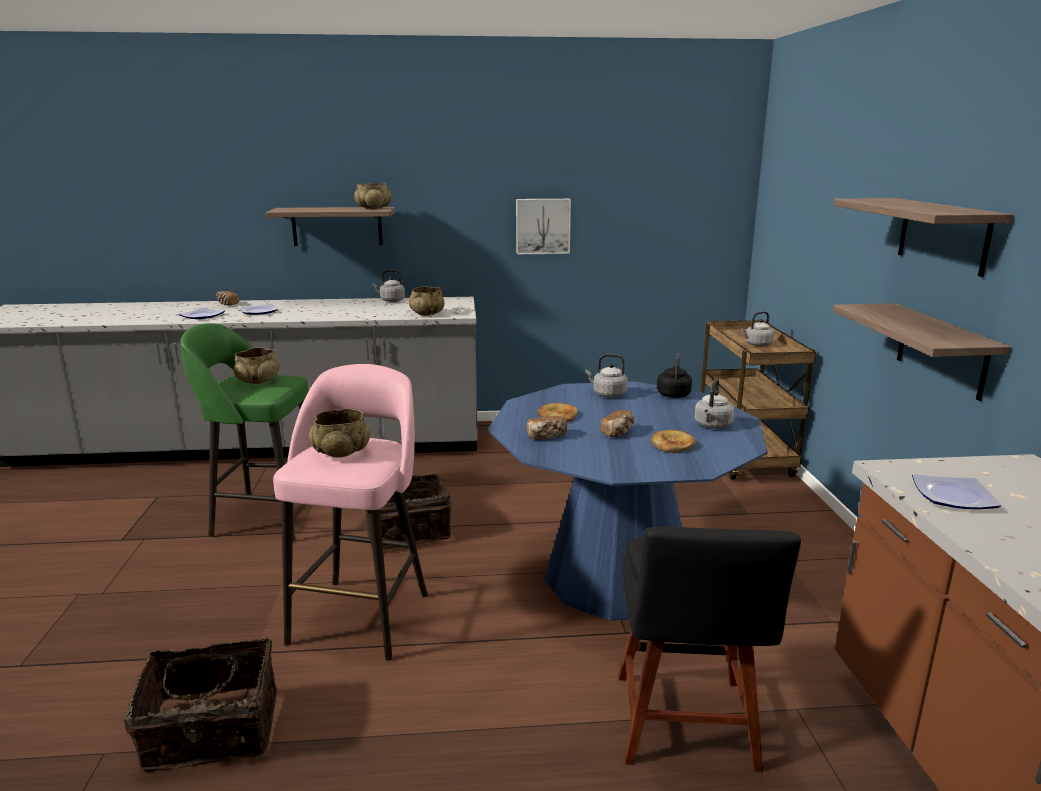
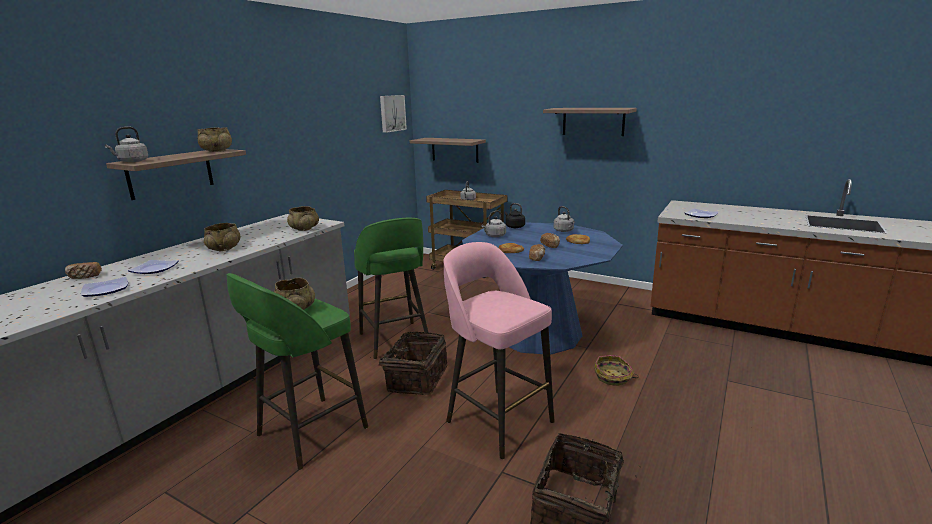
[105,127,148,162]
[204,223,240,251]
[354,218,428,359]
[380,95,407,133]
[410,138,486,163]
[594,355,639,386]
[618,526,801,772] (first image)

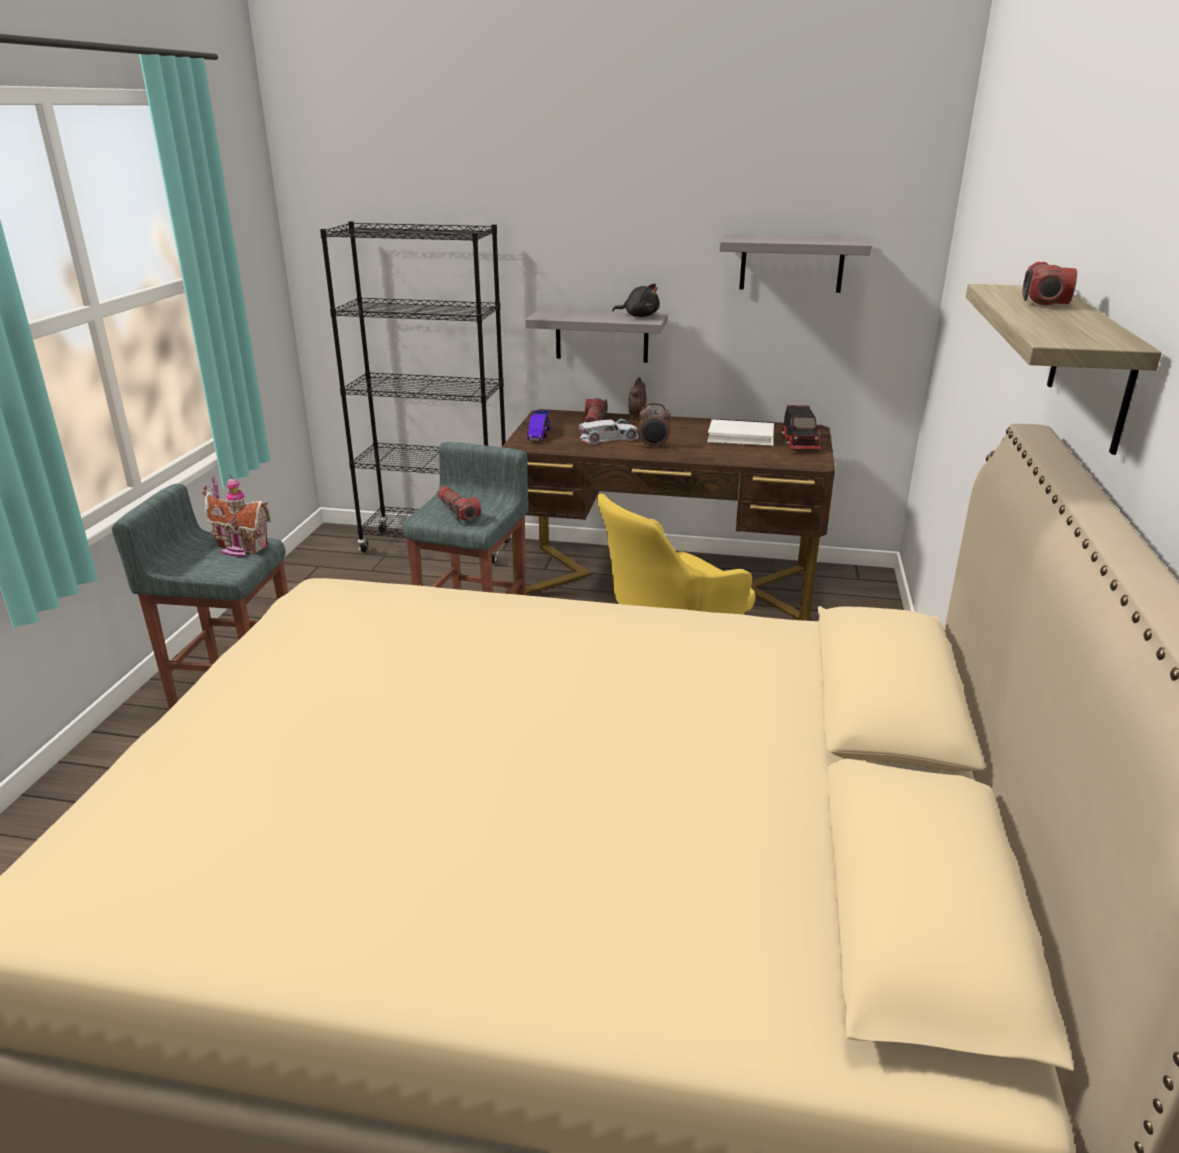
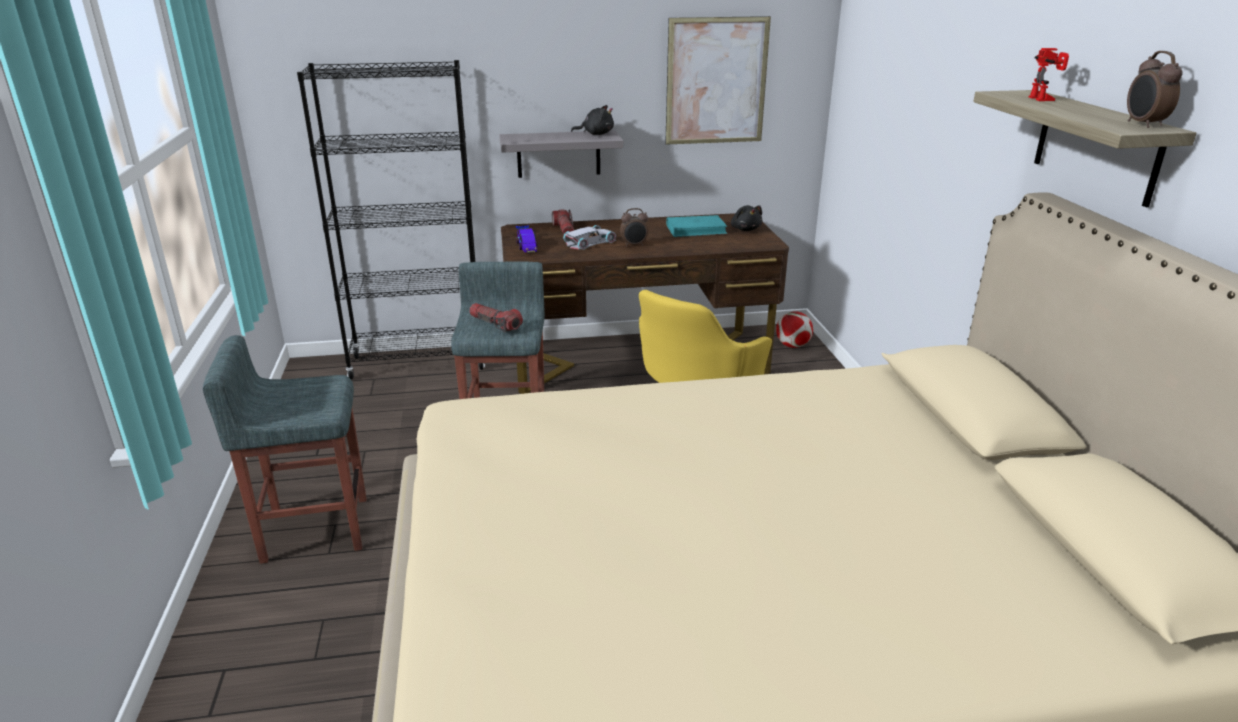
[665,16,771,145]
[666,215,728,237]
[731,205,762,231]
[776,311,813,348]
[1029,48,1069,101]
[1127,51,1183,128]
[202,475,271,557] (first image)

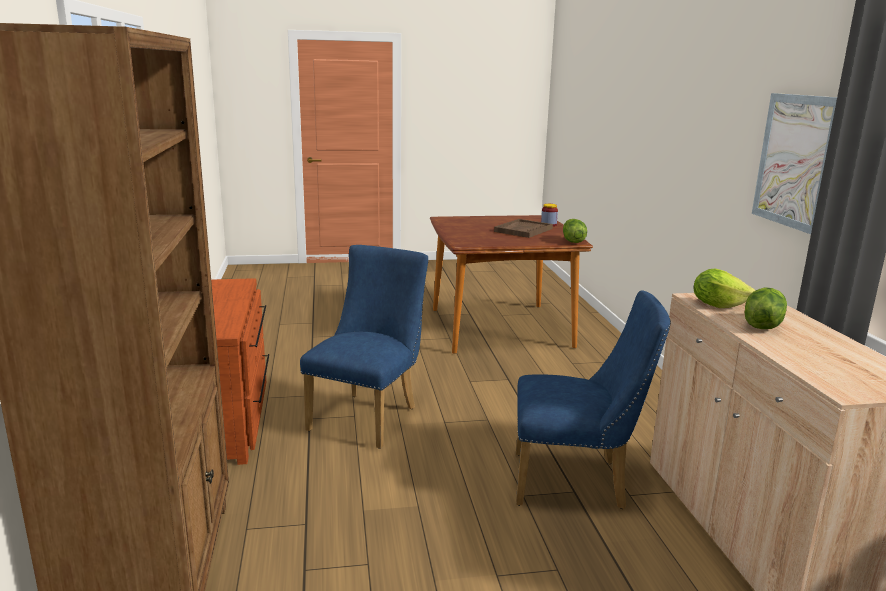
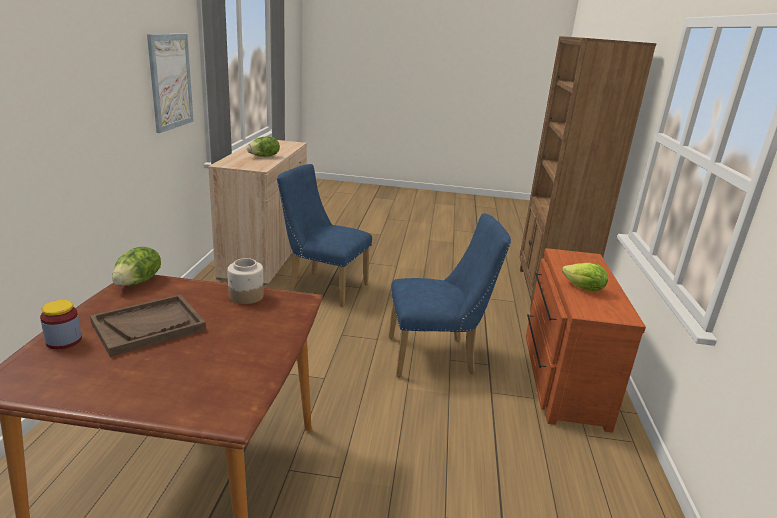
[227,258,264,304]
[389,213,511,377]
[562,263,608,291]

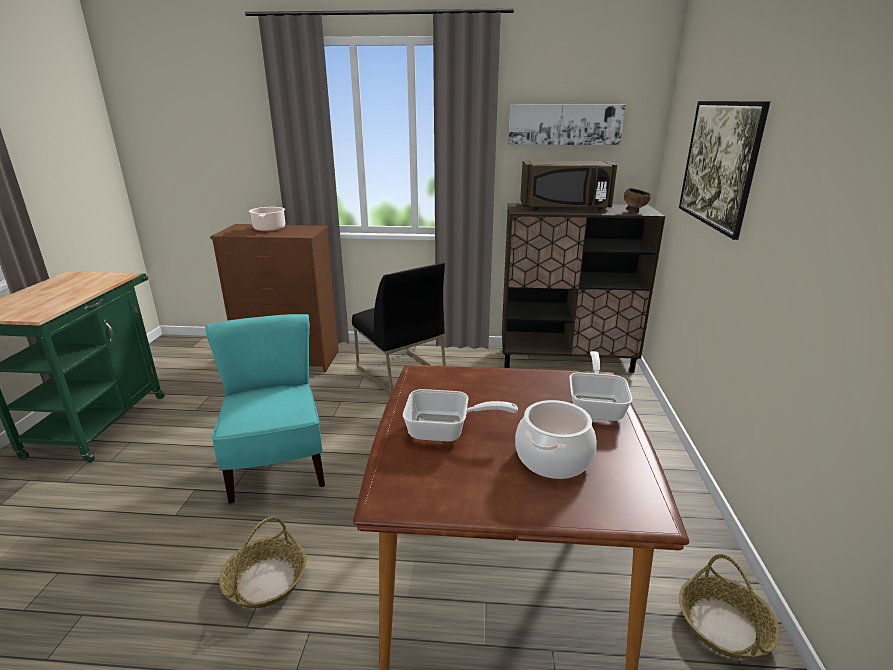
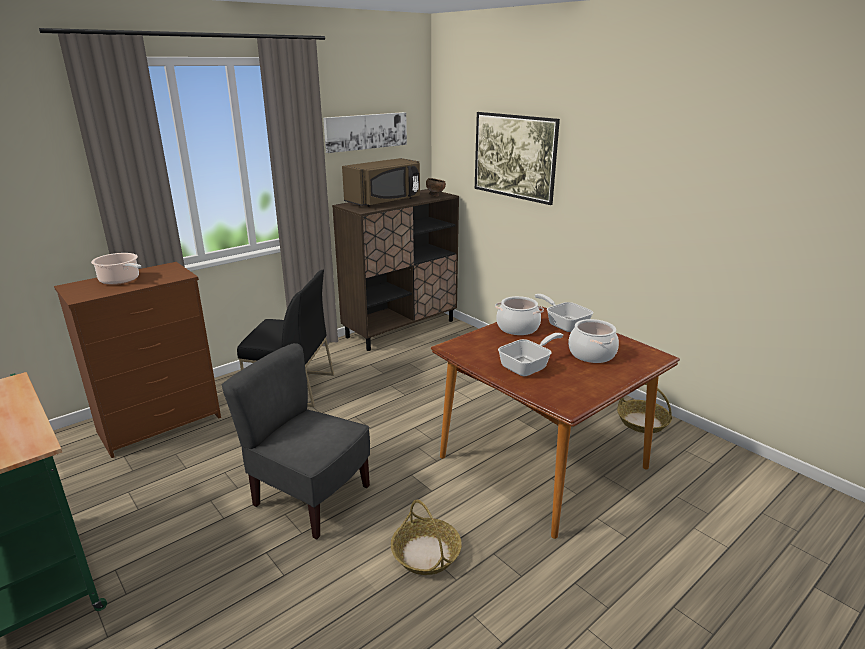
[222,343,370,539]
[495,296,544,335]

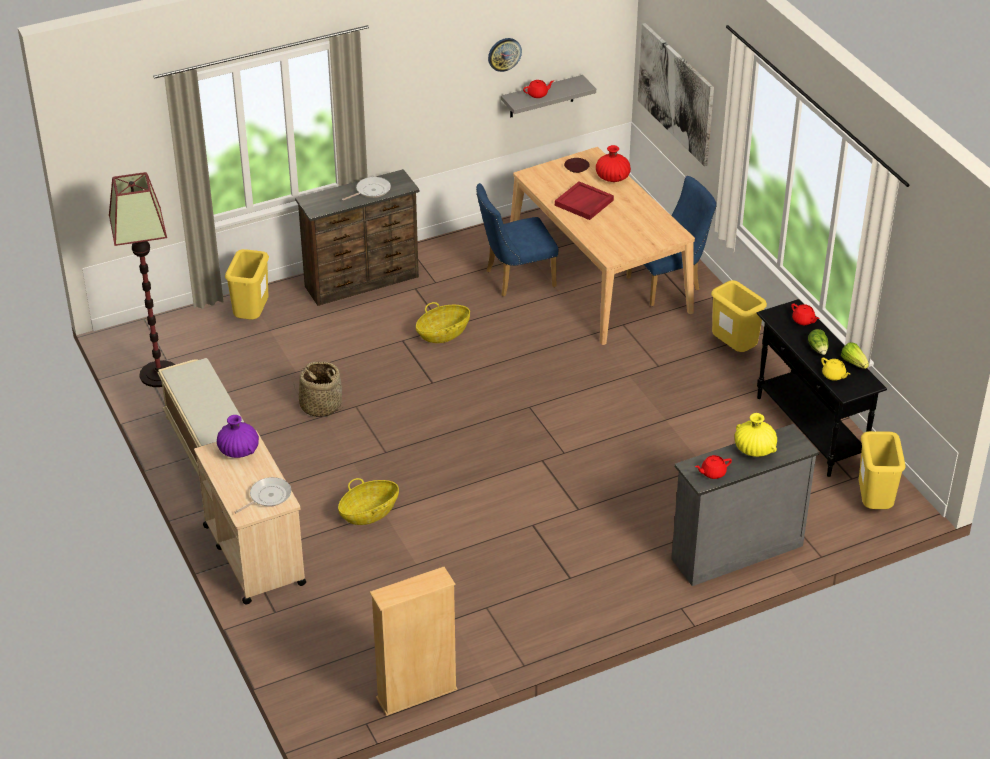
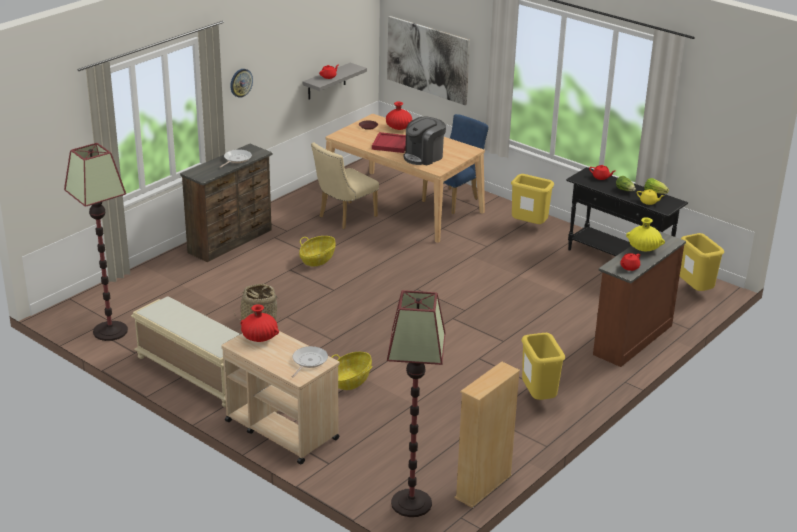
[230,69,253,98]
[240,304,279,342]
[311,142,379,229]
[387,290,446,517]
[403,117,446,165]
[522,333,565,400]
[593,231,686,367]

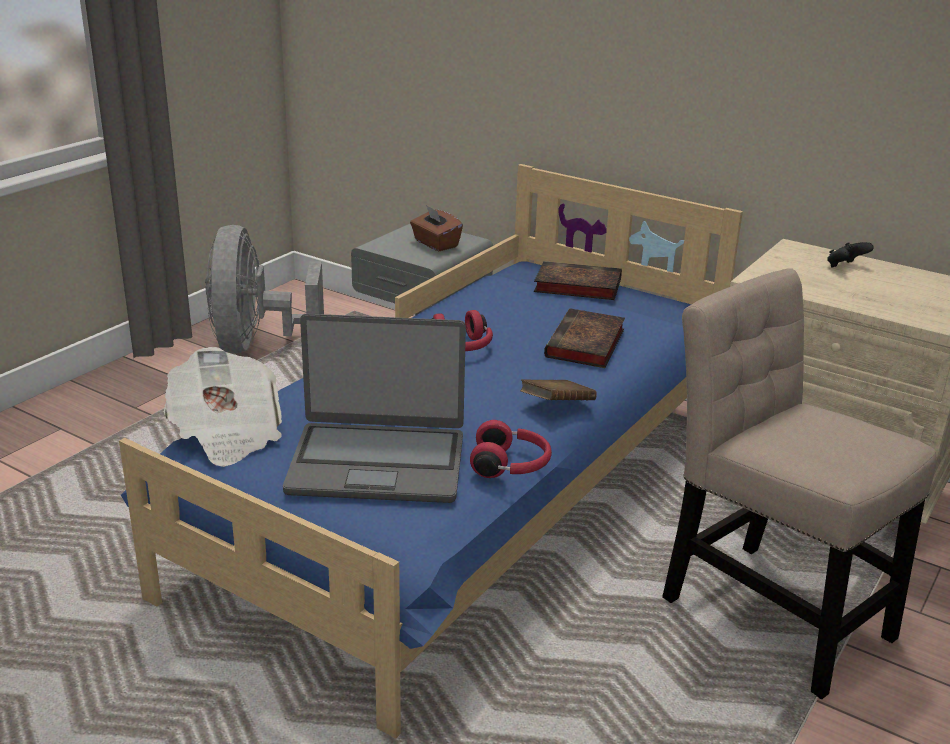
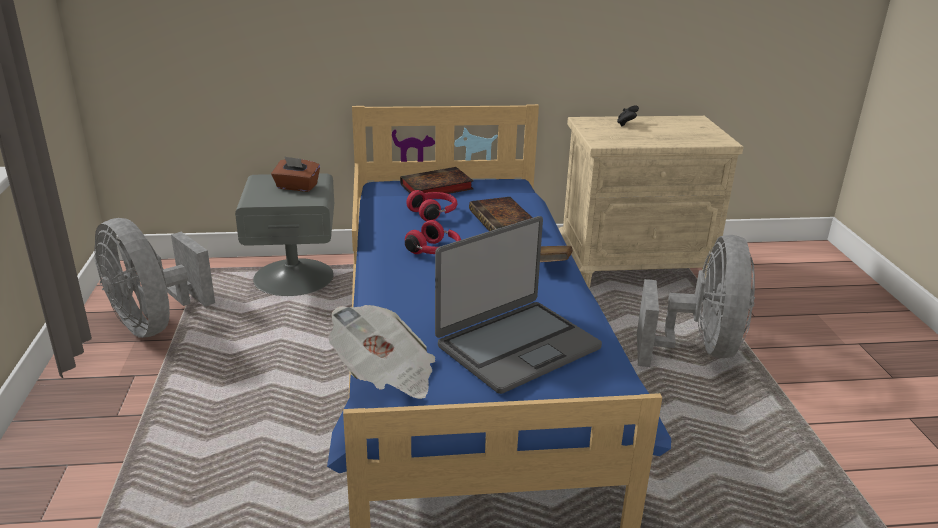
[406,190,457,221]
[637,235,755,367]

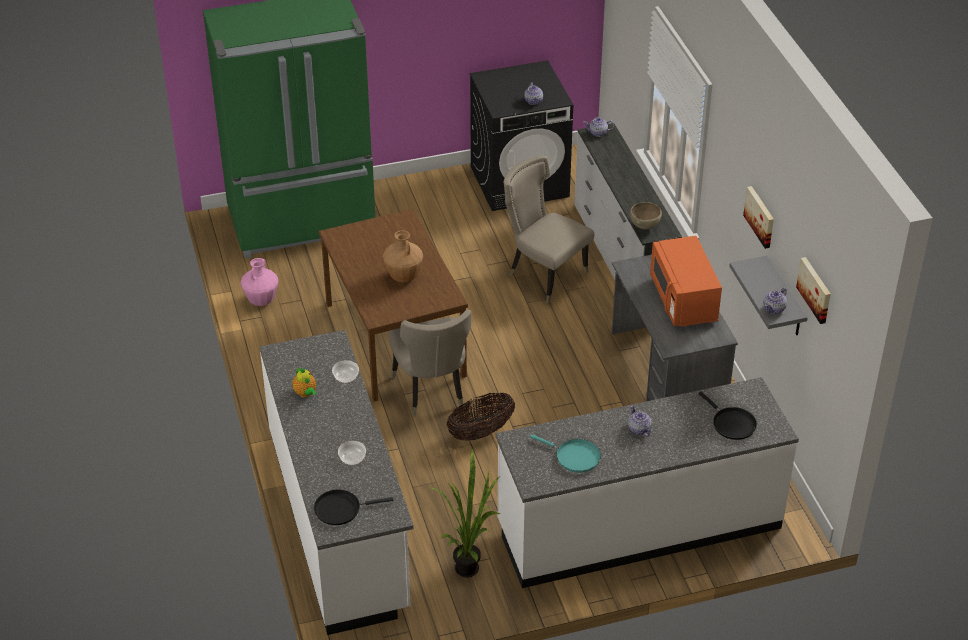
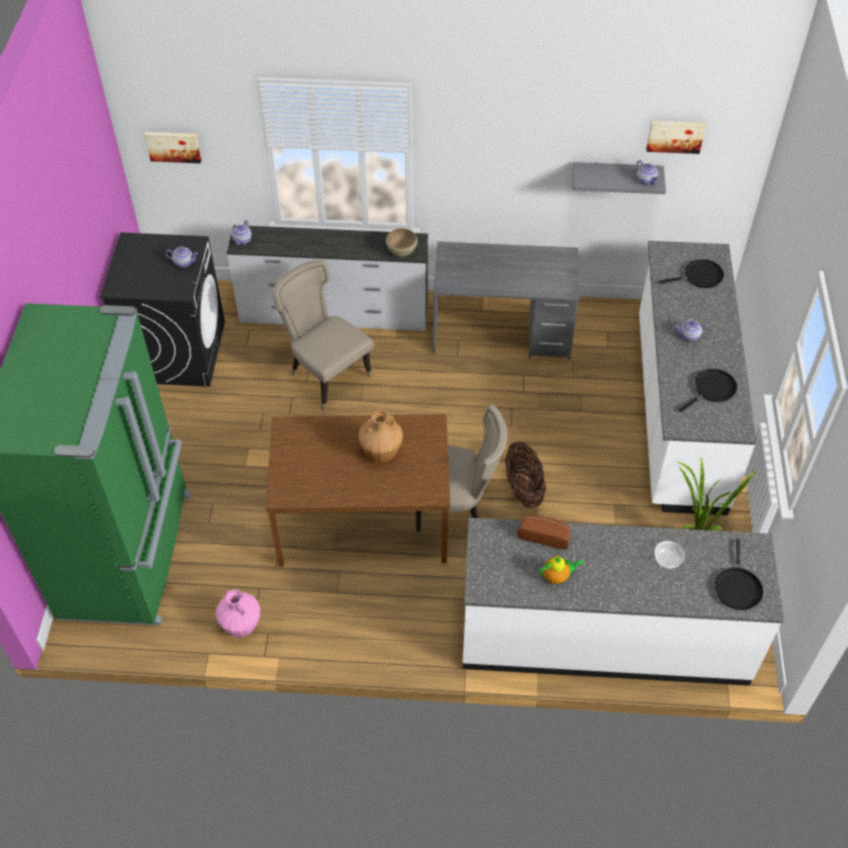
[145,132,201,163]
[273,260,374,411]
[517,515,570,550]
[679,369,737,412]
[650,236,722,327] (first image)

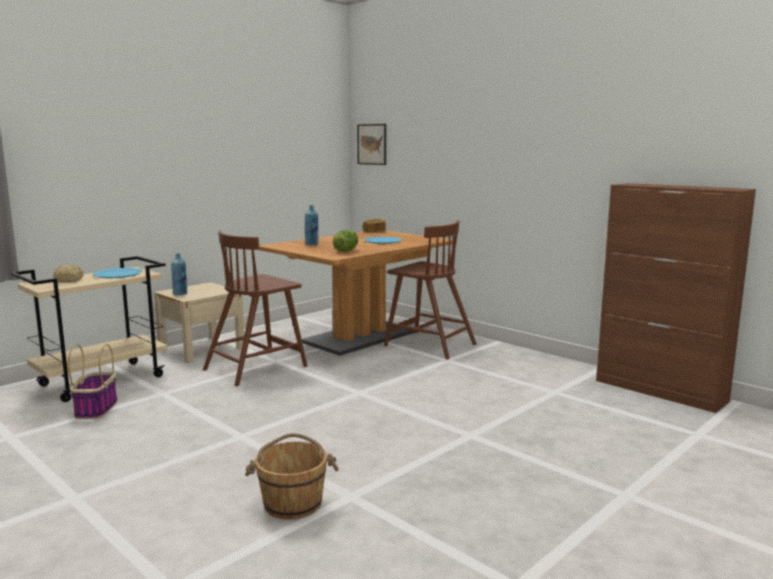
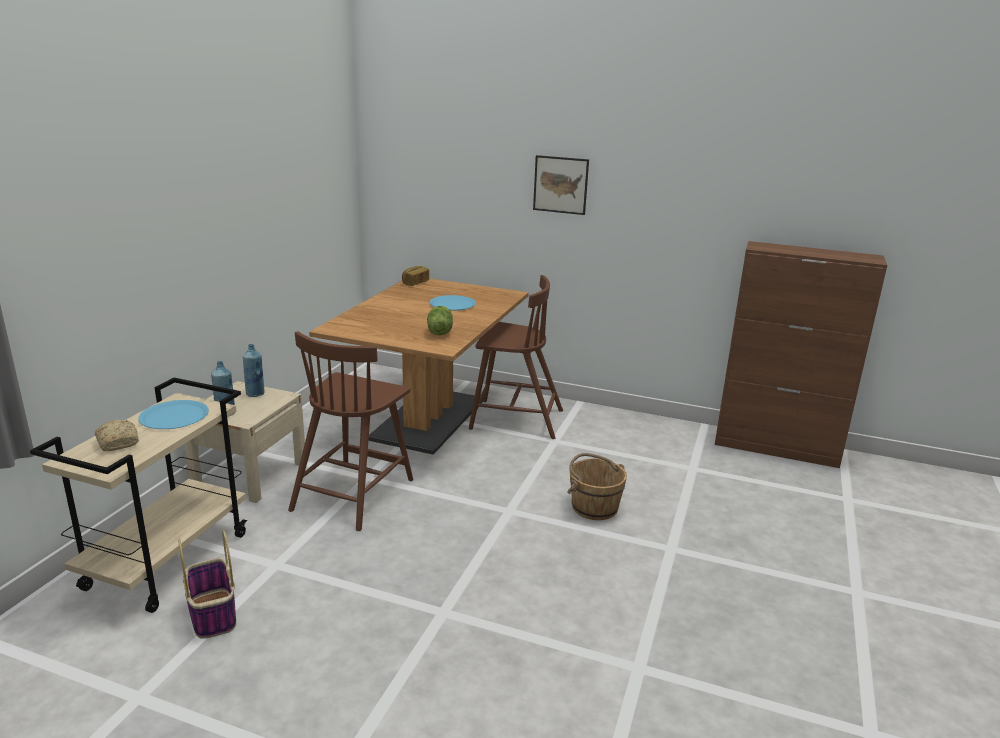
[243,344,264,397]
[533,155,589,215]
[567,453,627,520]

